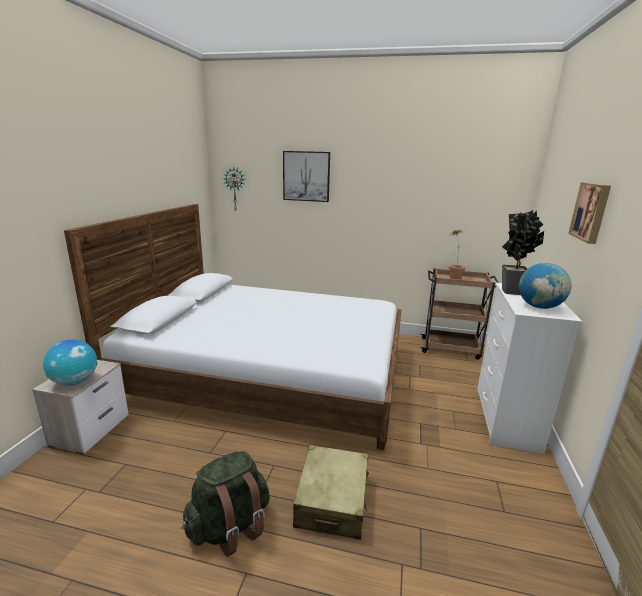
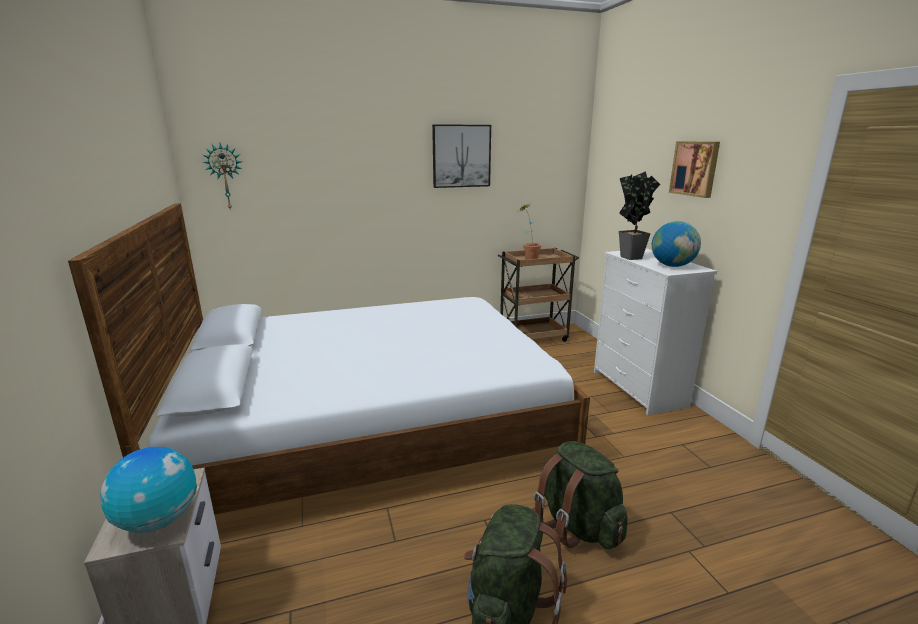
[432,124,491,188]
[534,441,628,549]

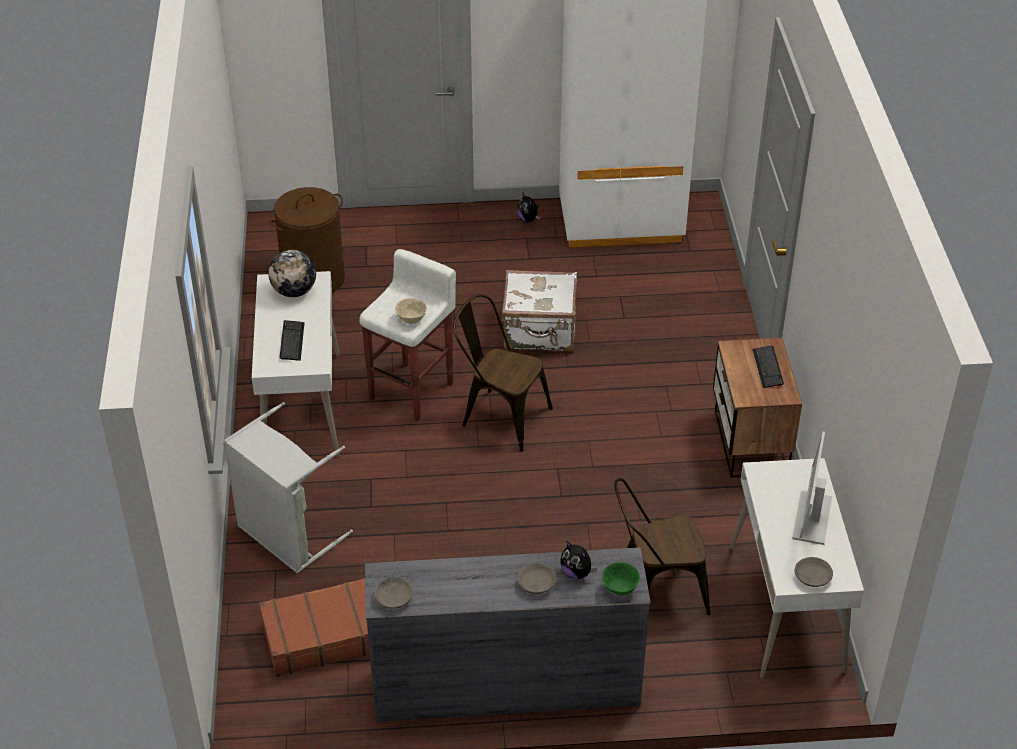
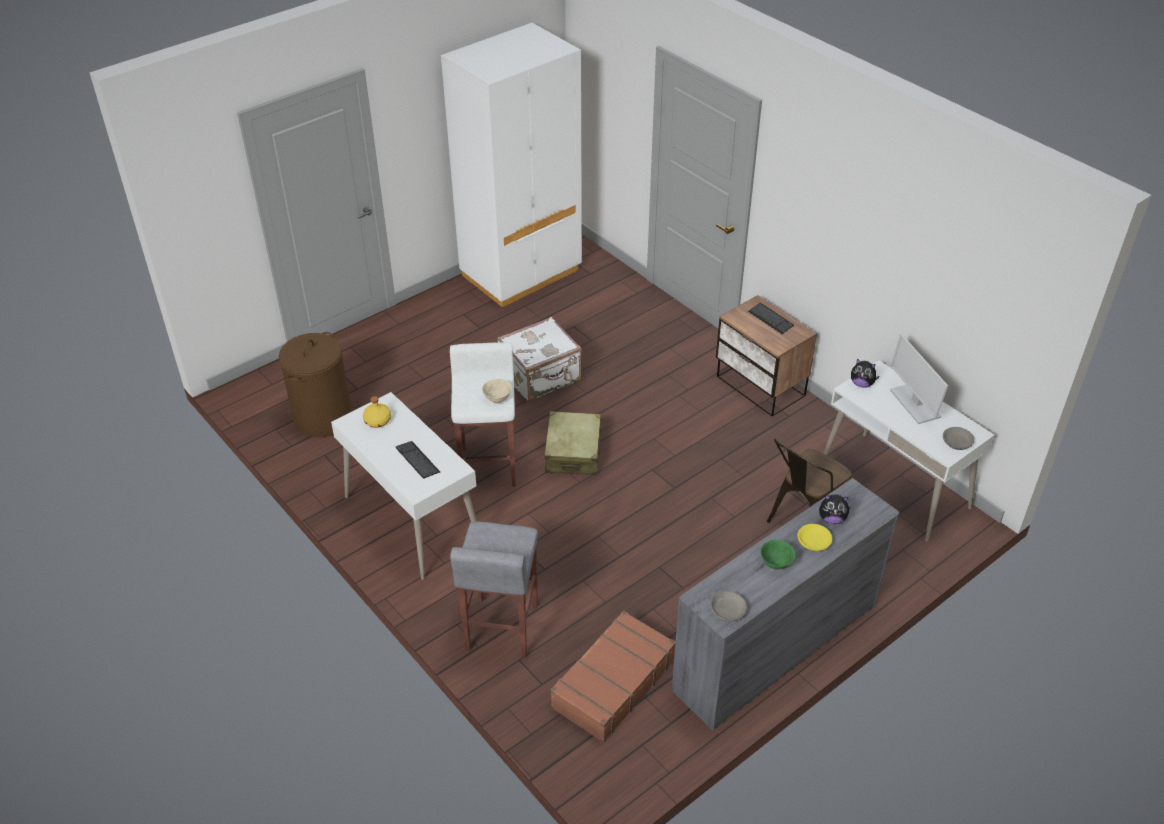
[363,396,391,428]
[450,522,538,658]
[544,411,602,476]
[760,539,796,570]
[797,524,832,551]
[851,359,880,388]

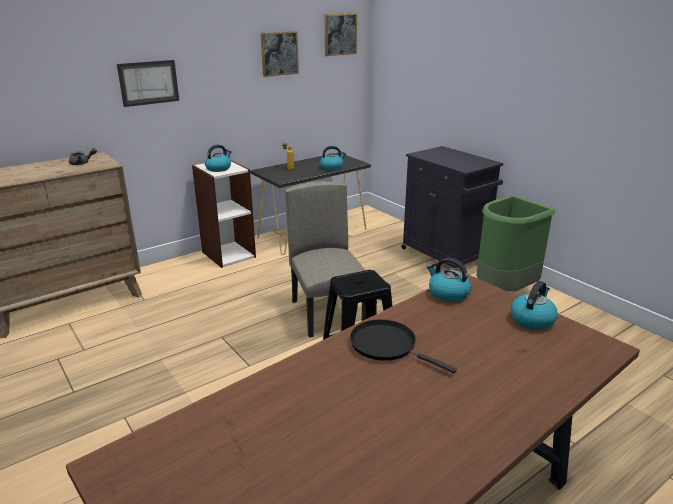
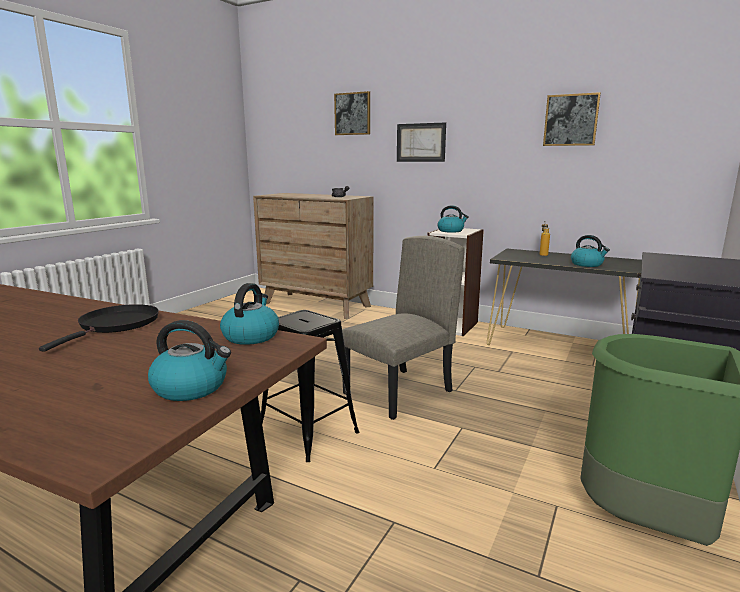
[334,91,370,135]

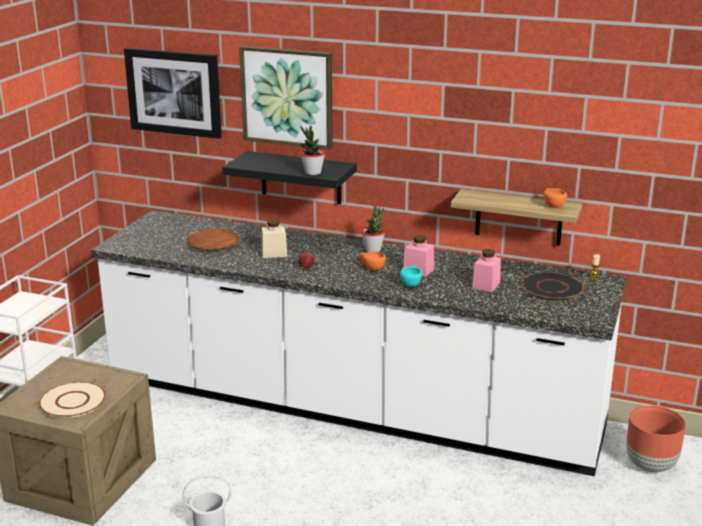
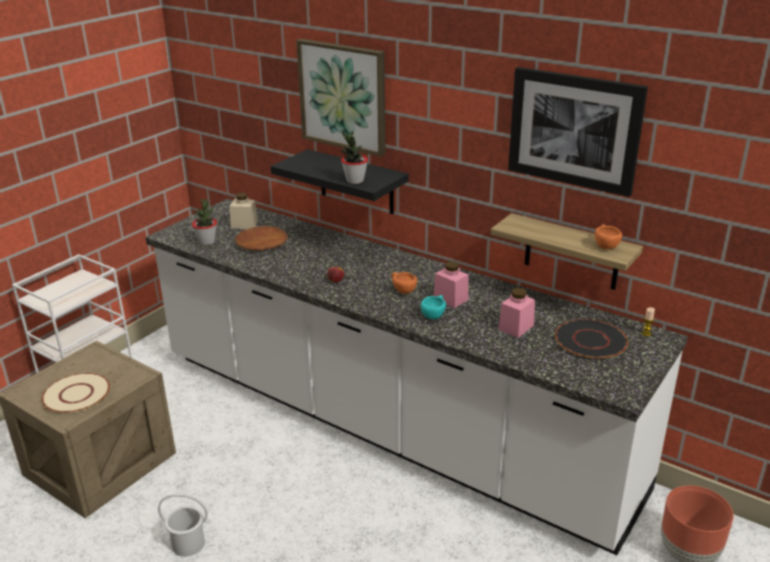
[192,199,217,245]
[229,193,258,229]
[508,67,648,197]

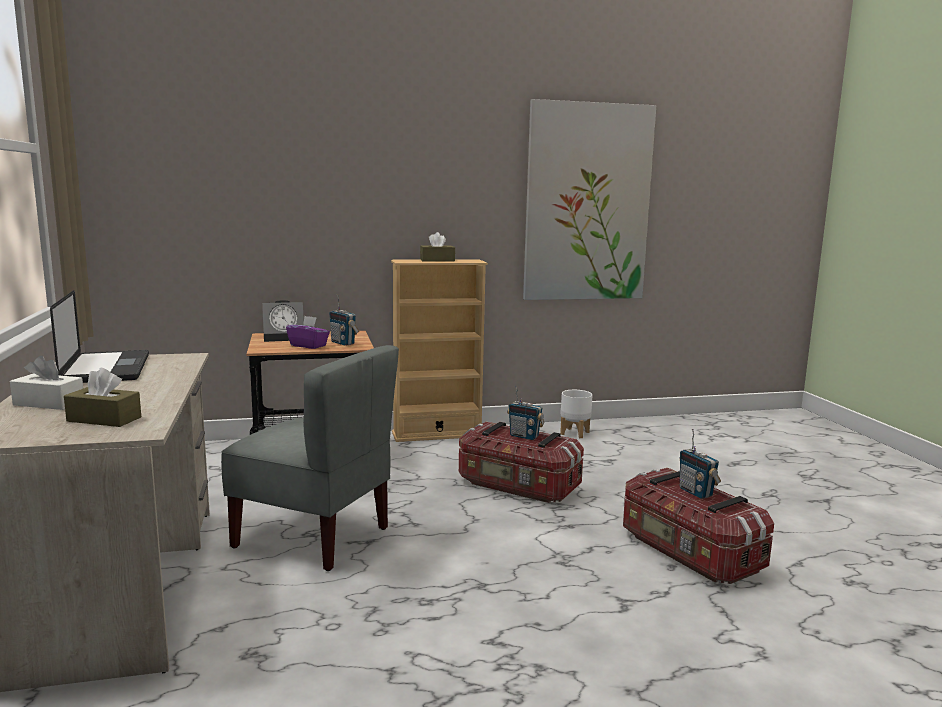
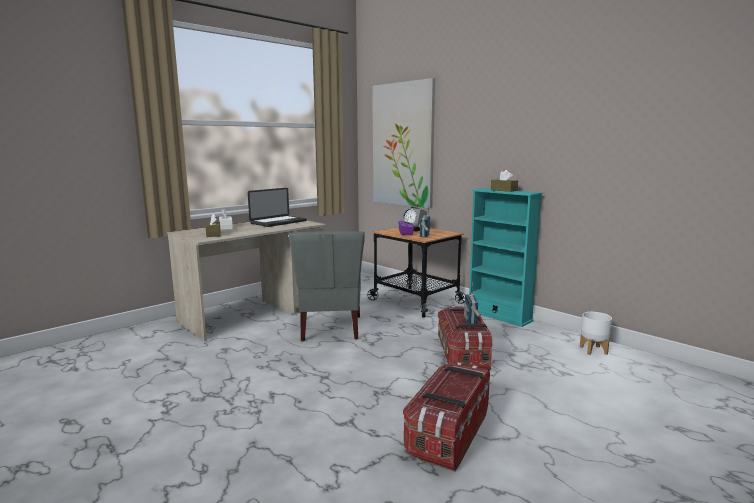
[373,78,435,208]
[469,188,543,327]
[679,429,721,499] (first image)

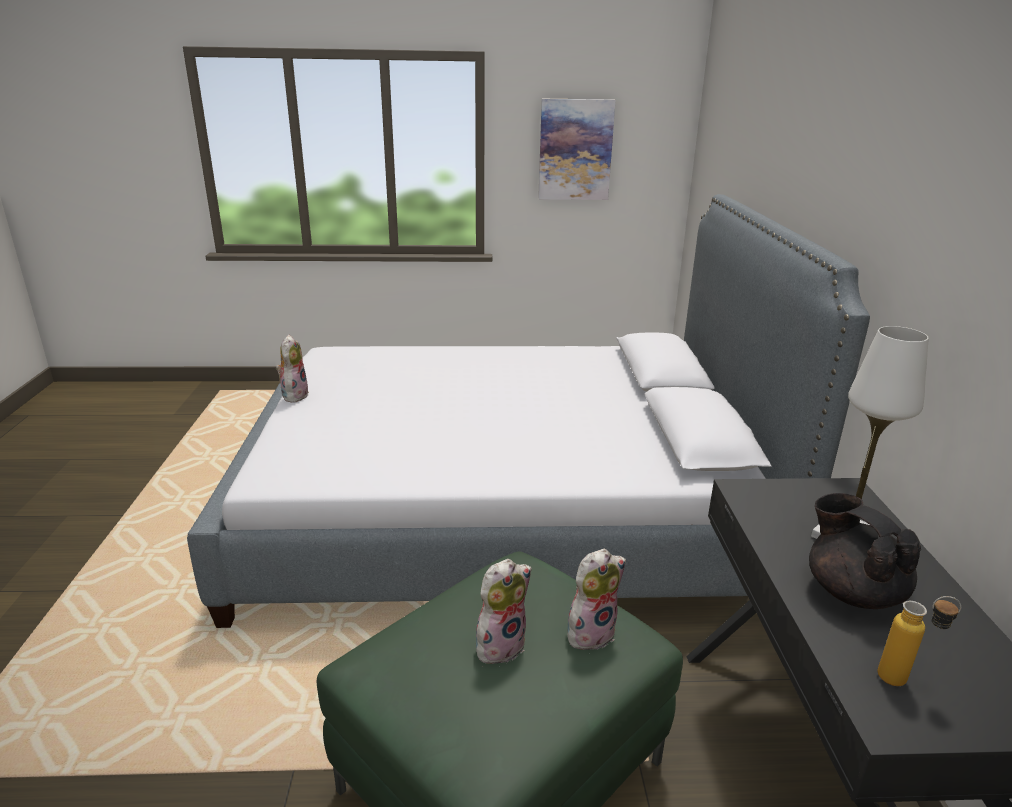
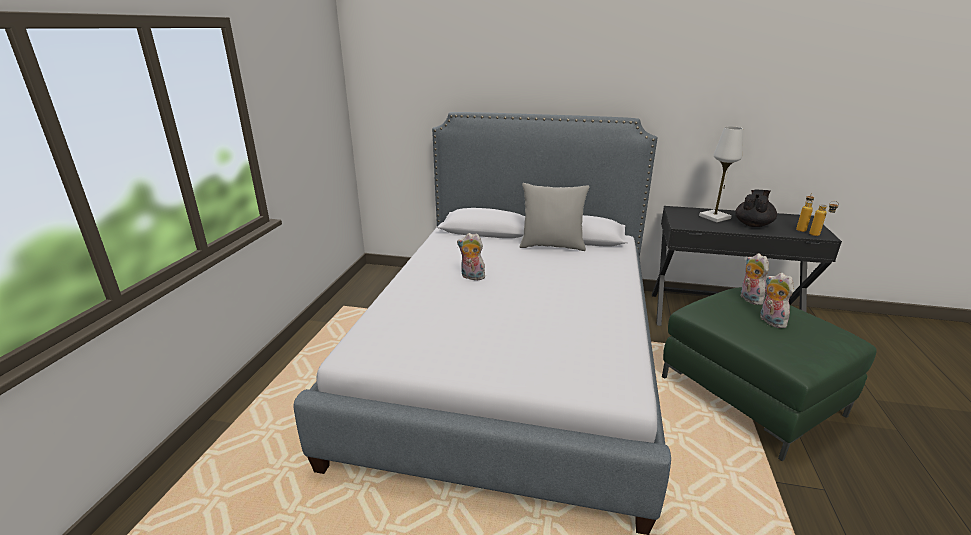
[457,233,485,280]
[519,183,589,251]
[735,189,777,227]
[809,201,839,236]
[538,99,616,200] (first image)

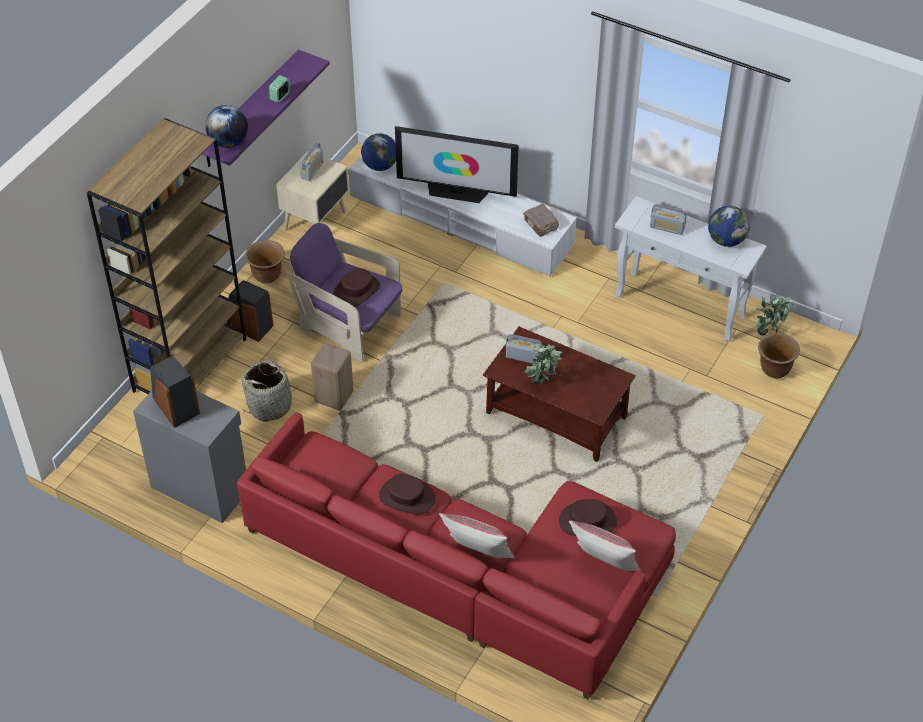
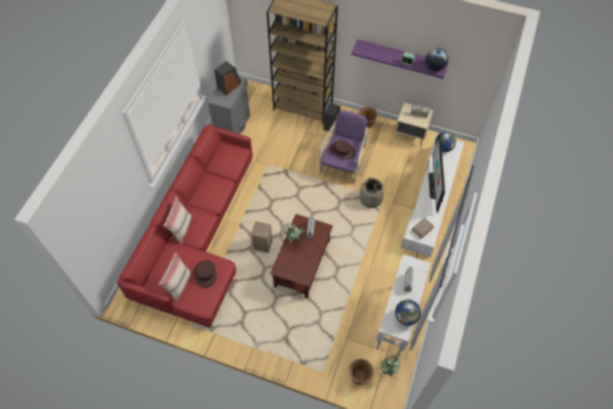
[251,221,273,253]
[360,177,384,208]
[426,48,449,71]
[379,474,435,514] (first image)

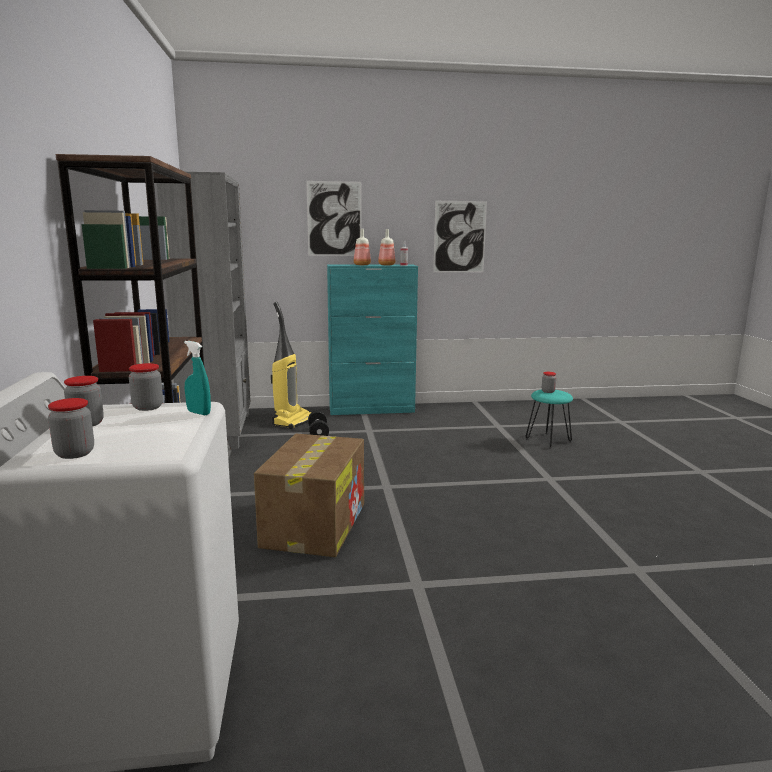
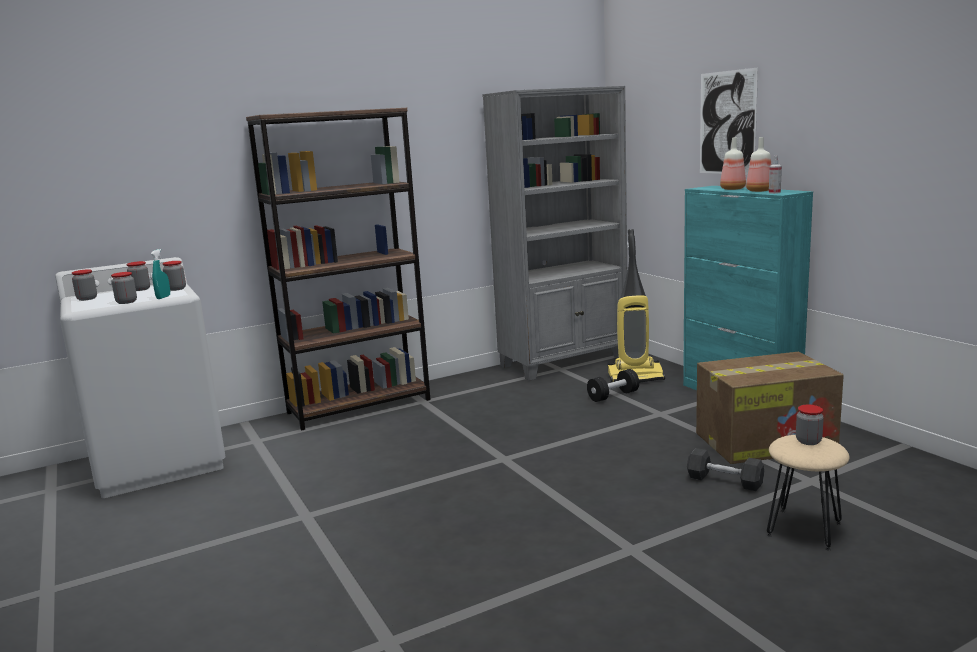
[111,272,137,304]
[687,448,765,491]
[696,352,844,464]
[767,435,850,550]
[433,201,487,273] (first image)

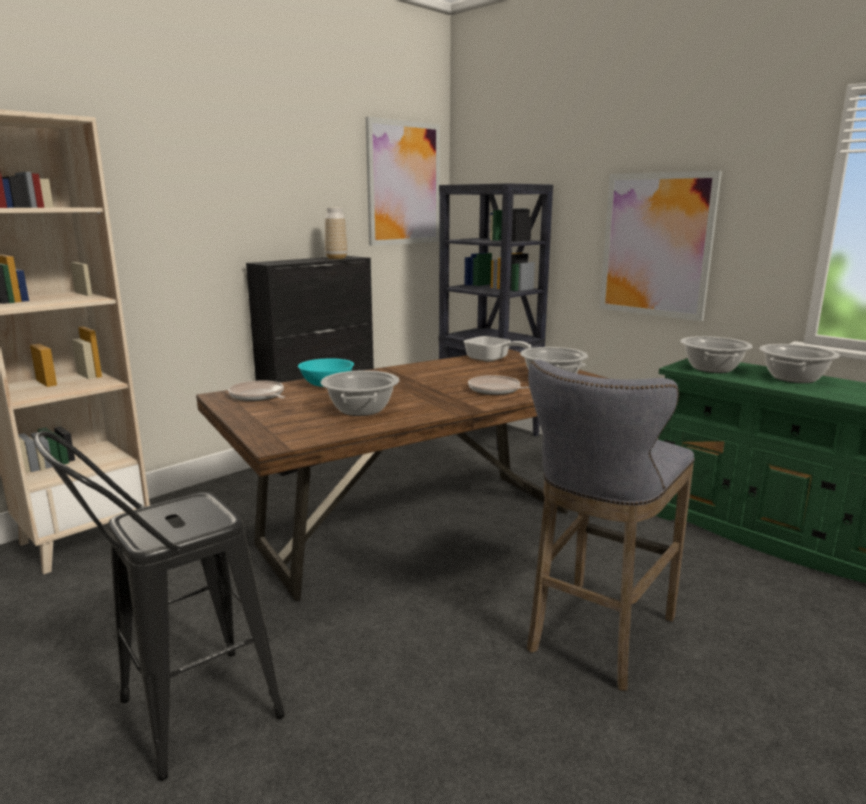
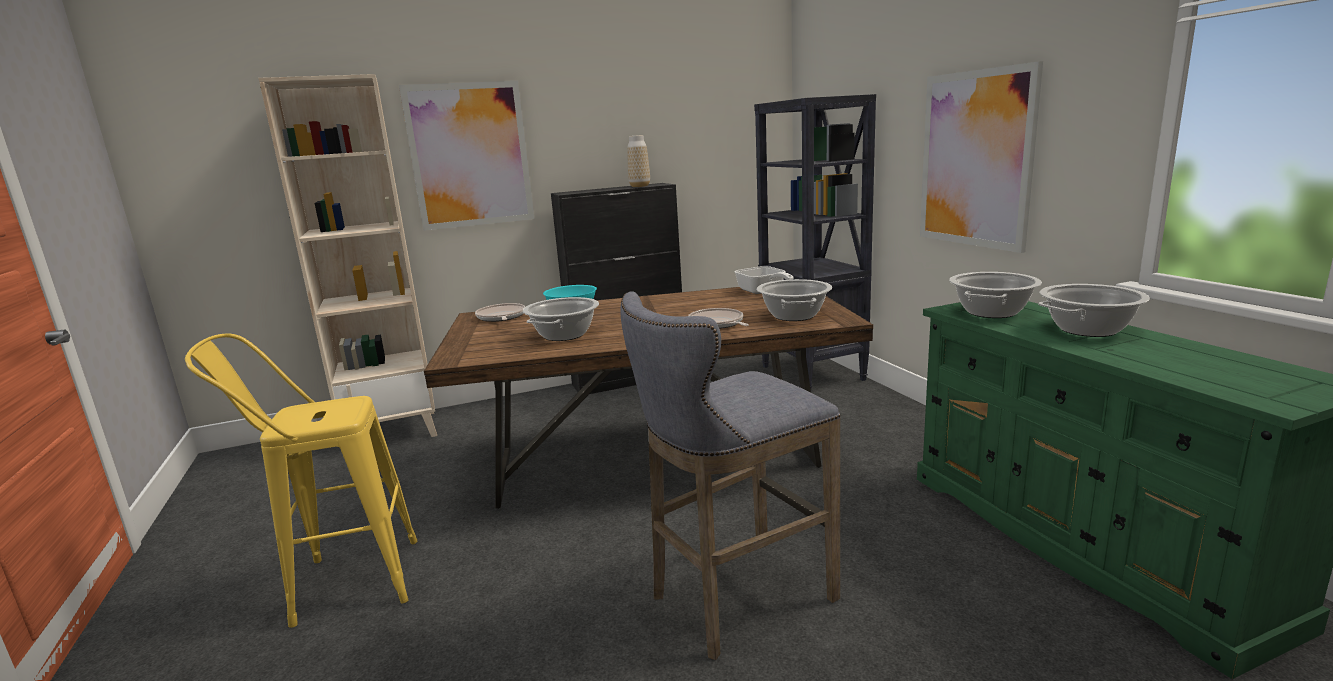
[185,333,417,628]
[399,81,534,231]

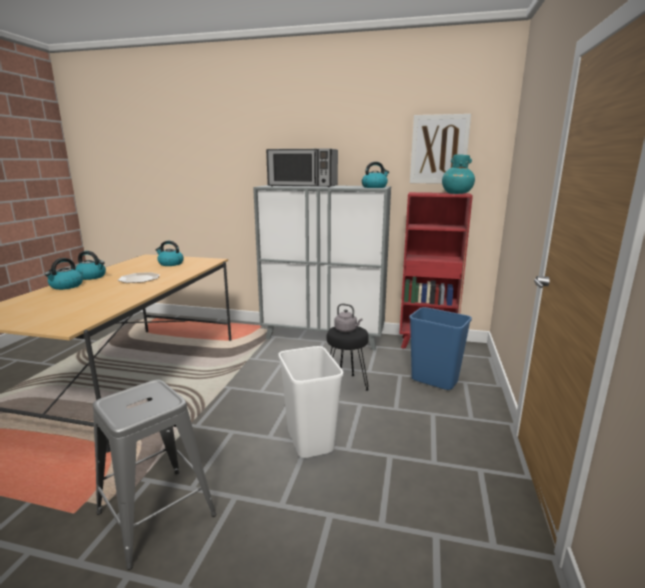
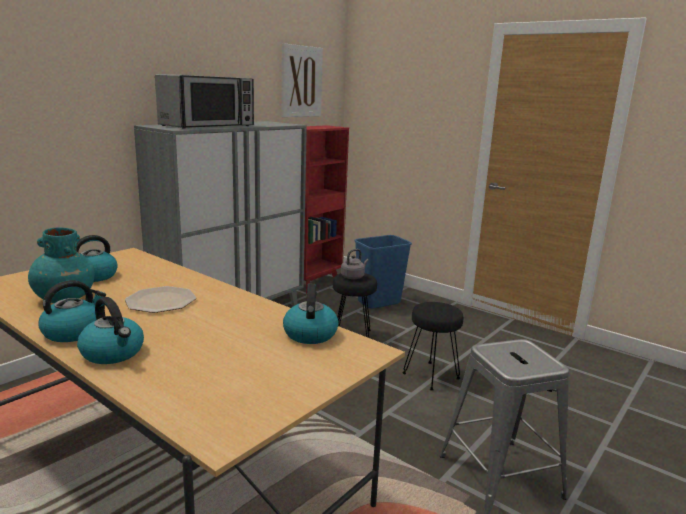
[28,228,95,303]
[283,284,338,344]
[402,302,463,391]

